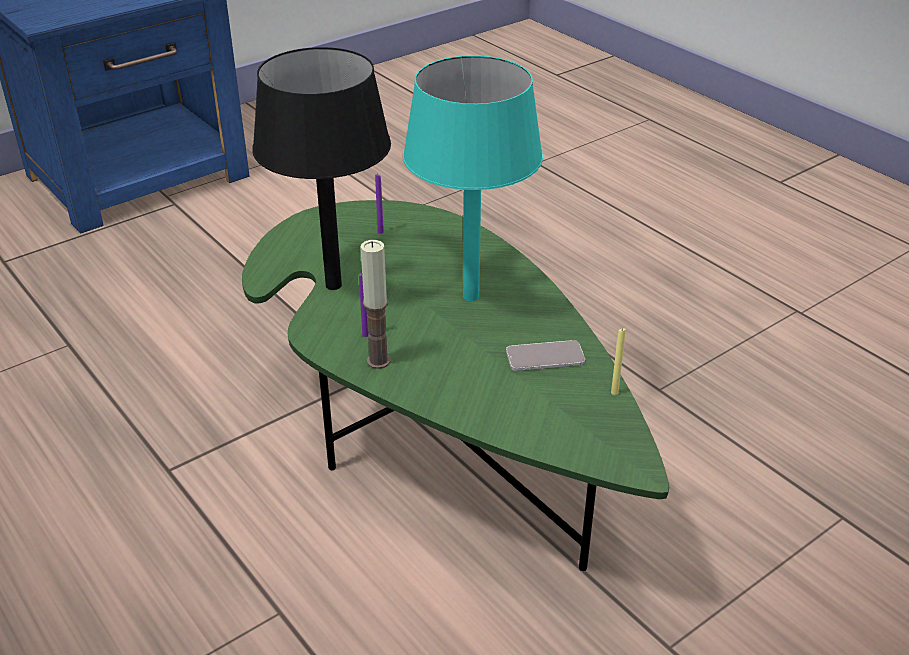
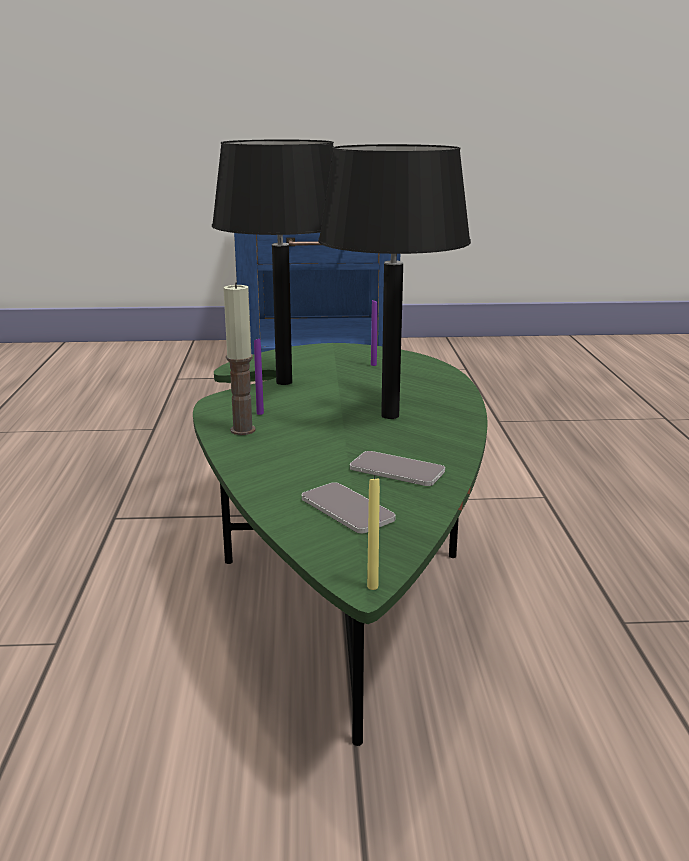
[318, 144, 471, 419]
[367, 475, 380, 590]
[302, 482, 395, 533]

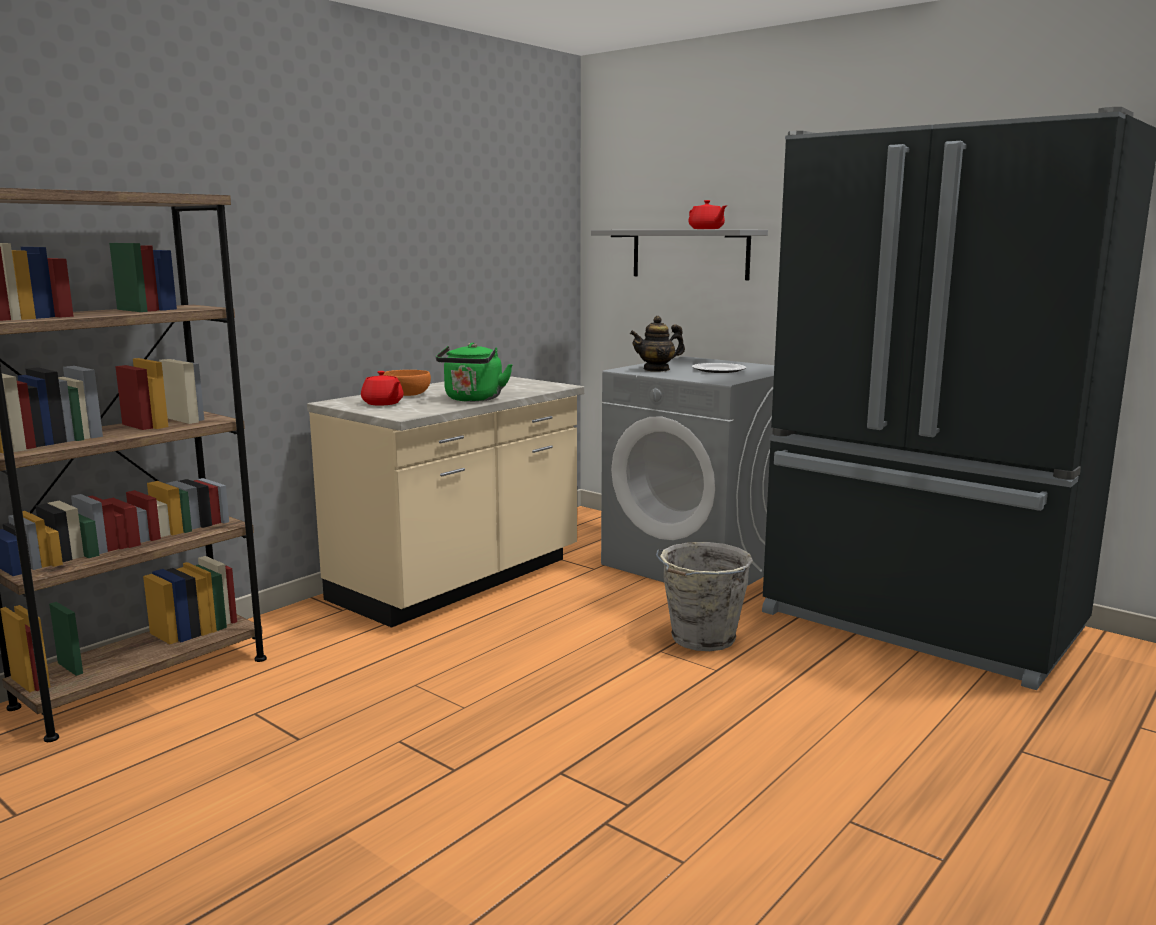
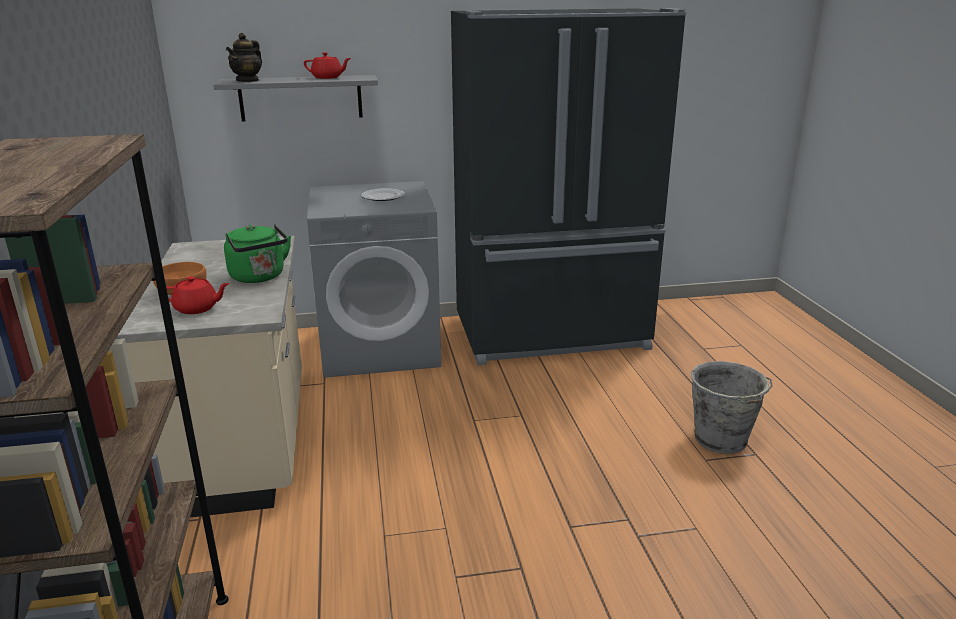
[226, 33, 262, 82]
[691, 361, 772, 454]

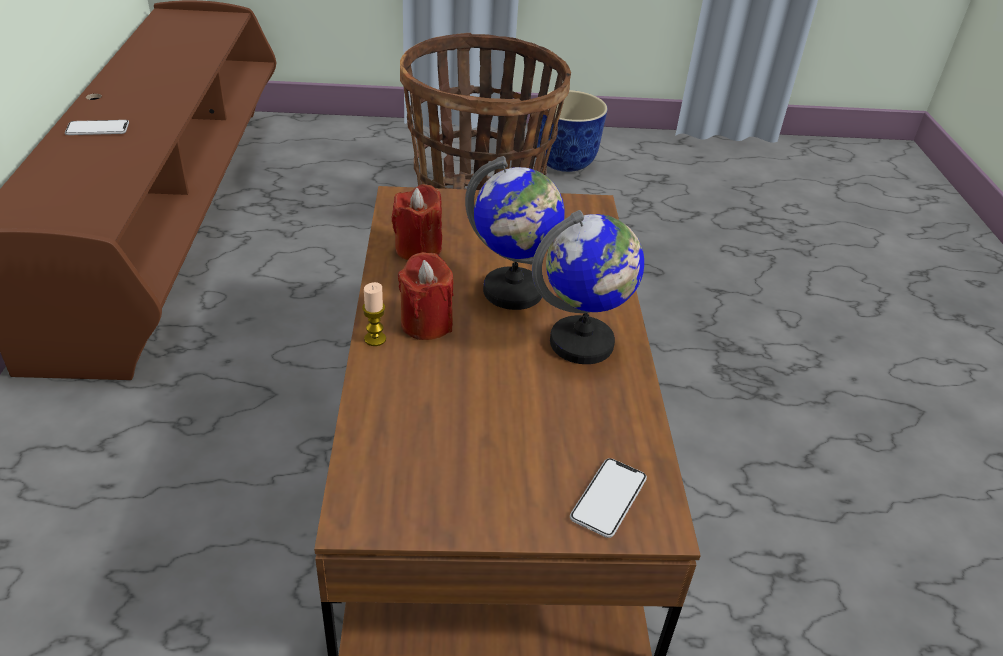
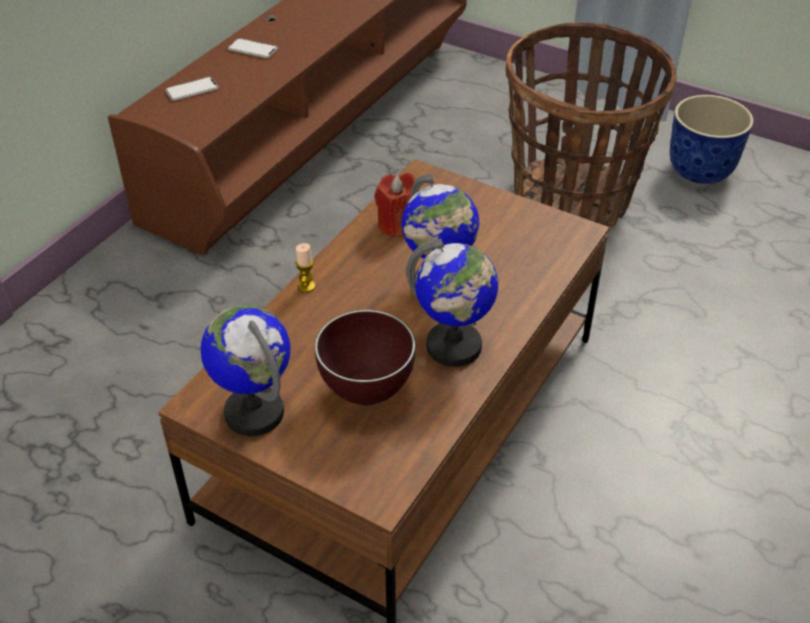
[398, 252, 454, 340] (first image)
[165, 77, 219, 101]
[201, 305, 291, 436]
[315, 310, 416, 405]

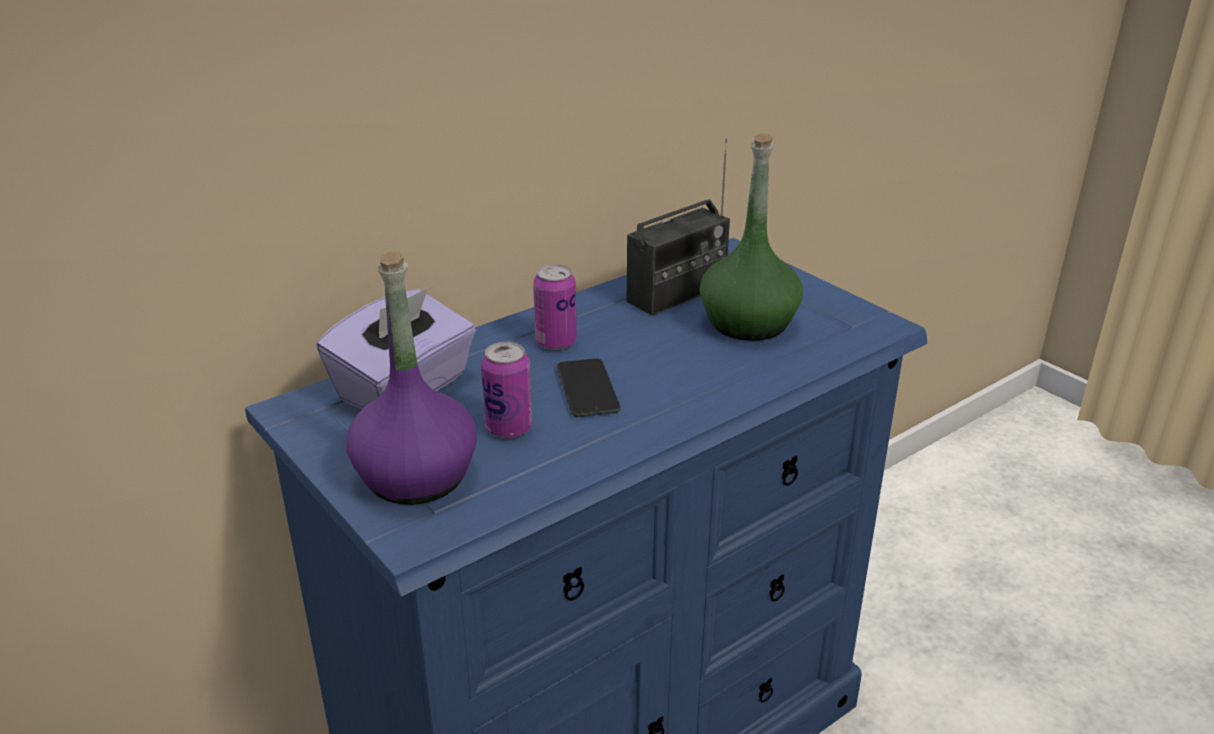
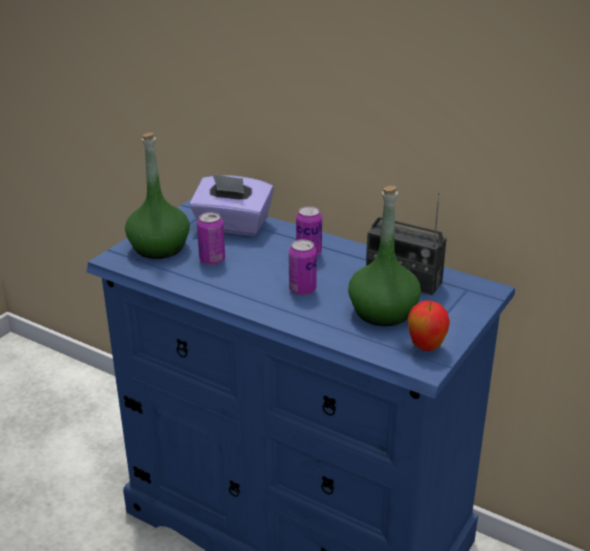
[125, 132, 190, 259]
[557, 358, 621, 417] (first image)
[289, 239, 317, 295]
[408, 300, 450, 351]

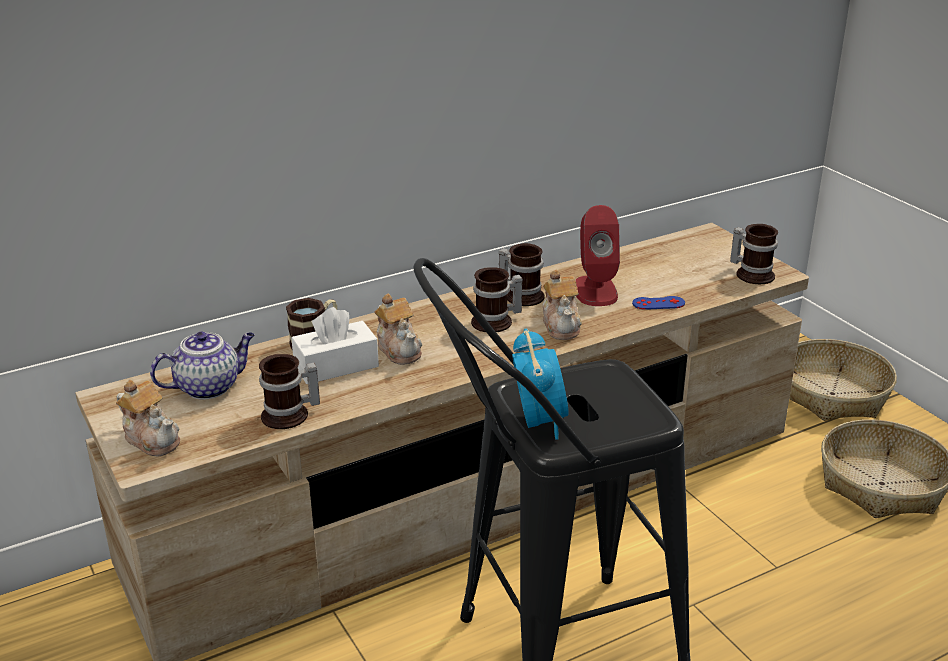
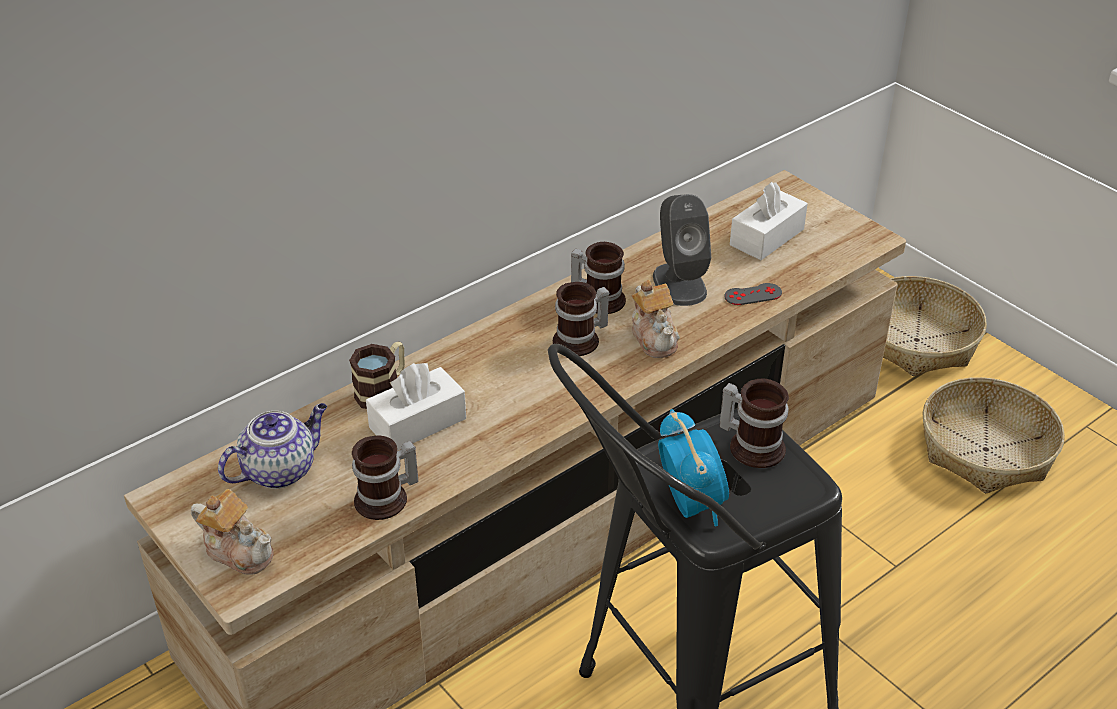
[653, 194, 711, 306]
[720, 379, 789, 468]
[374, 293, 422, 365] (first image)
[724, 283, 782, 305]
[730, 182, 808, 260]

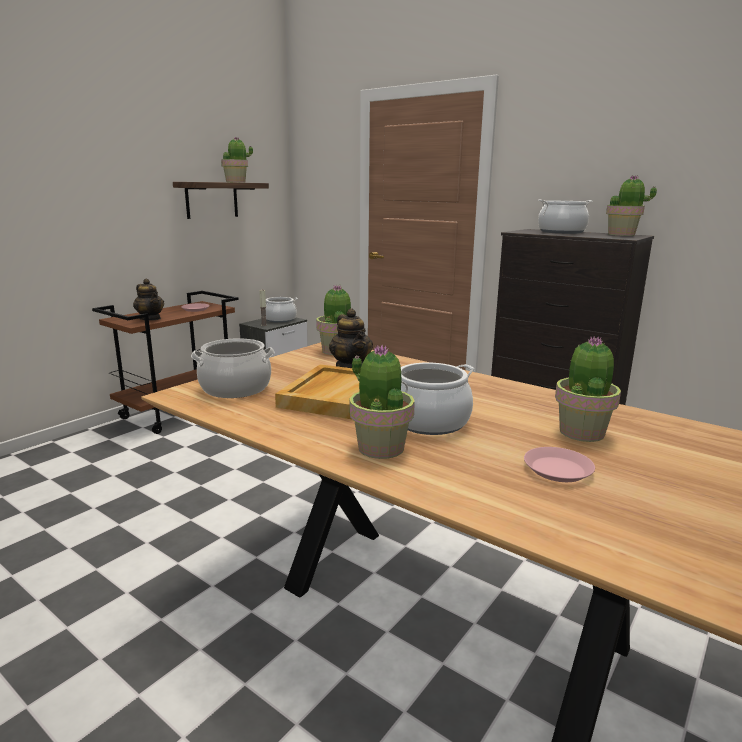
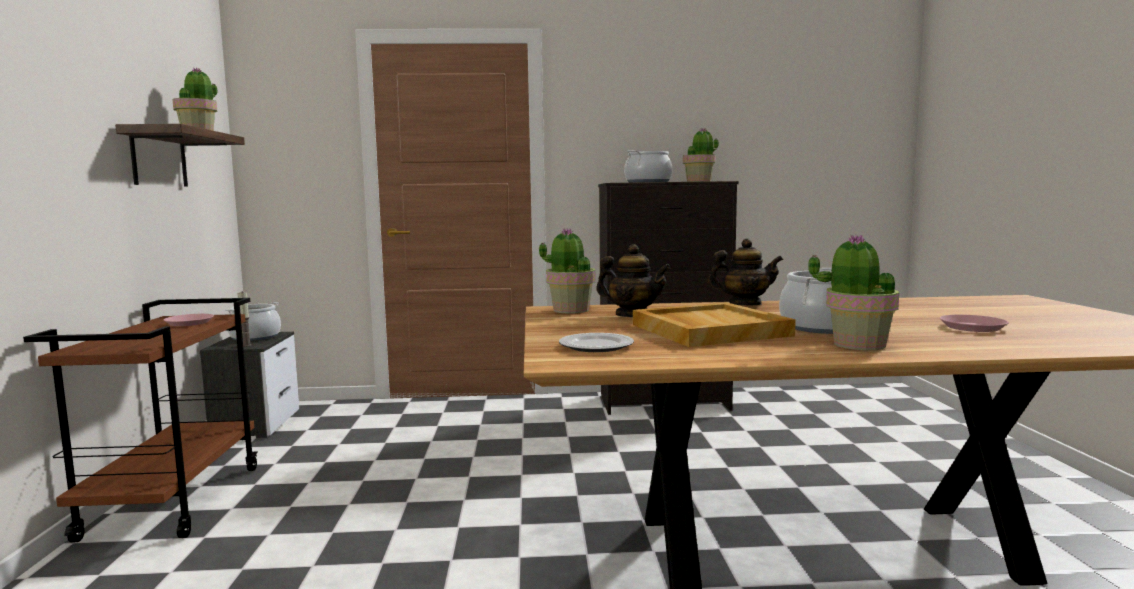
[708, 239, 783, 305]
[555, 336, 621, 442] (first image)
[559, 333, 634, 352]

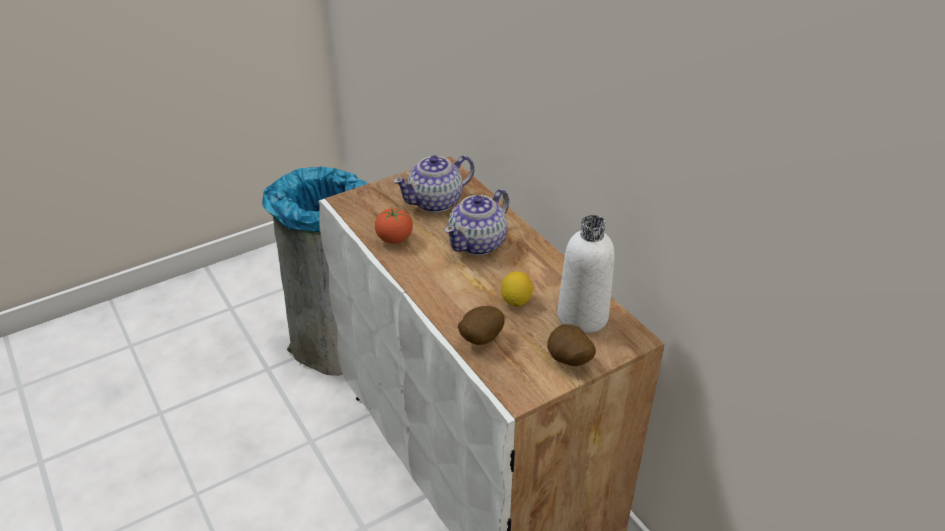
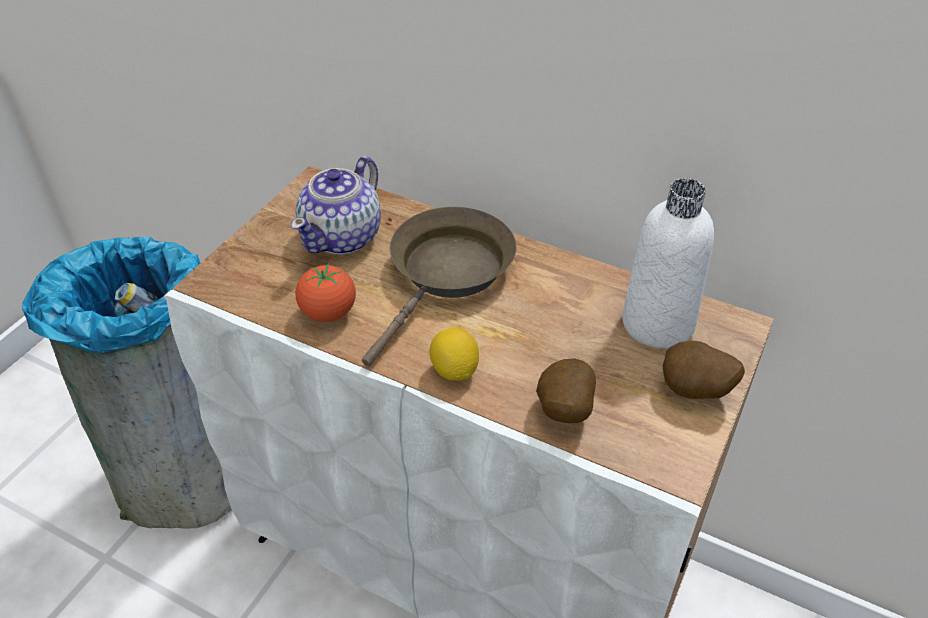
[362, 207, 516, 366]
[429, 327, 479, 381]

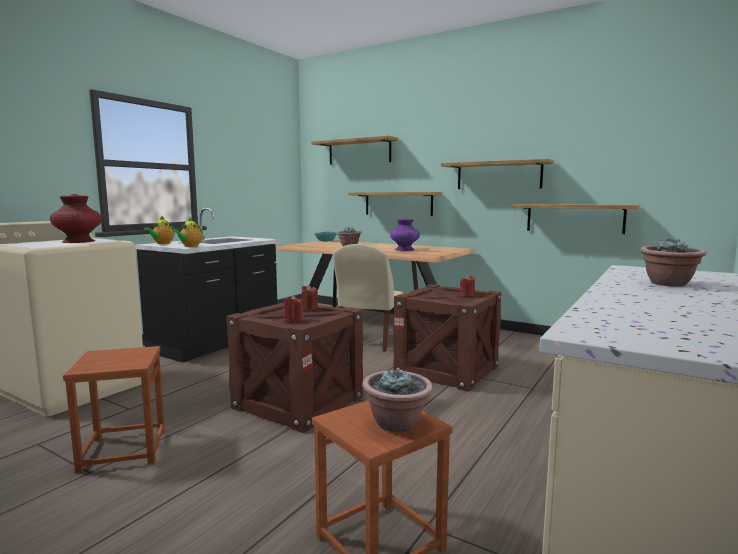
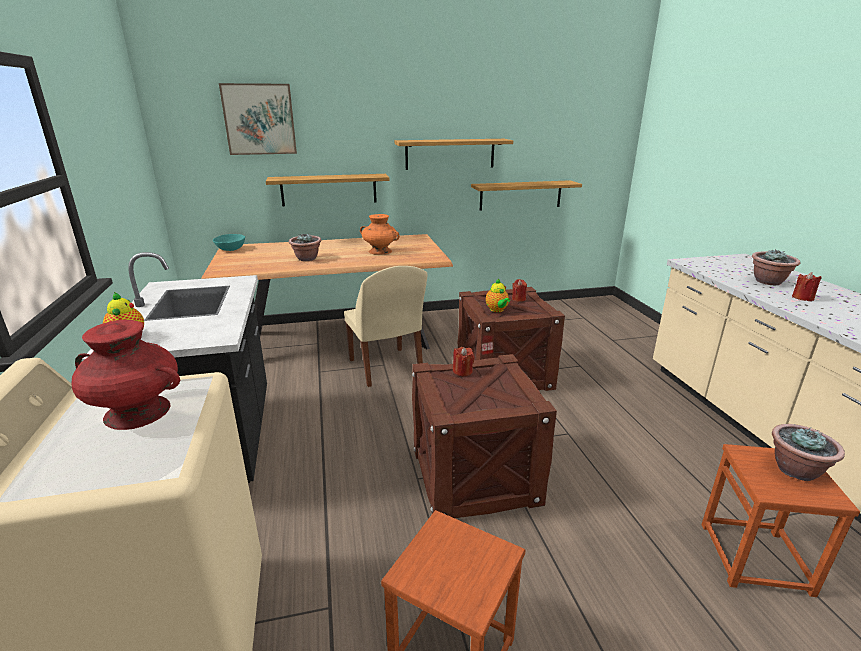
[219, 83, 297, 155]
[486, 279, 510, 312]
[360, 214, 400, 255]
[792, 272, 822, 301]

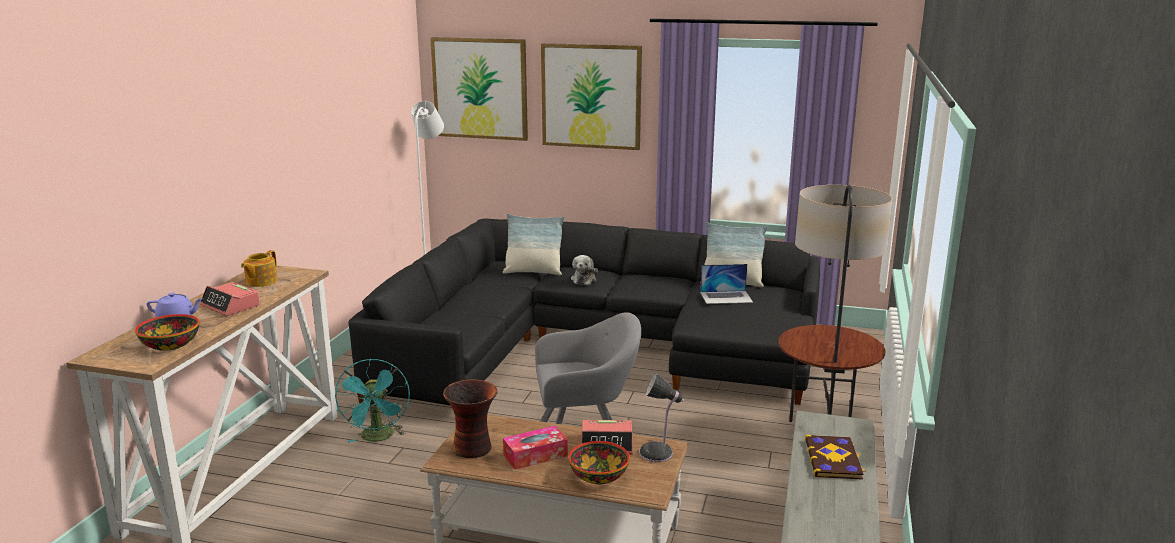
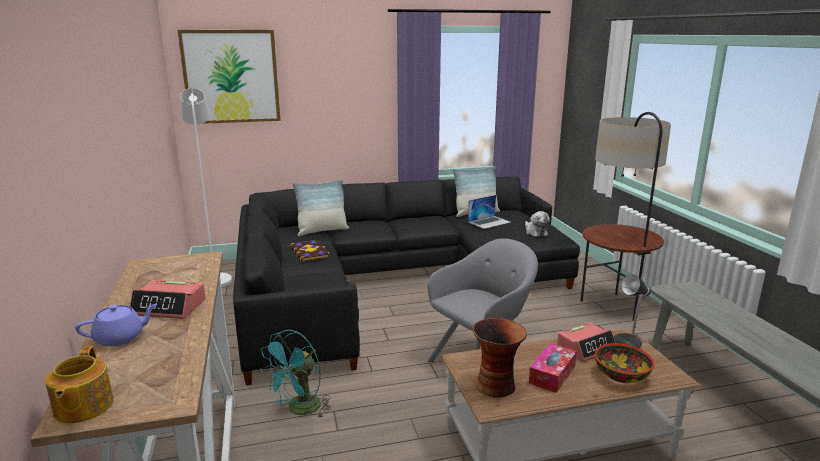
[541, 43, 642, 150] (first image)
[45, 346, 114, 423]
[525, 211, 550, 237]
[135, 314, 199, 351] (first image)
[260, 330, 331, 419]
[290, 240, 330, 262]

